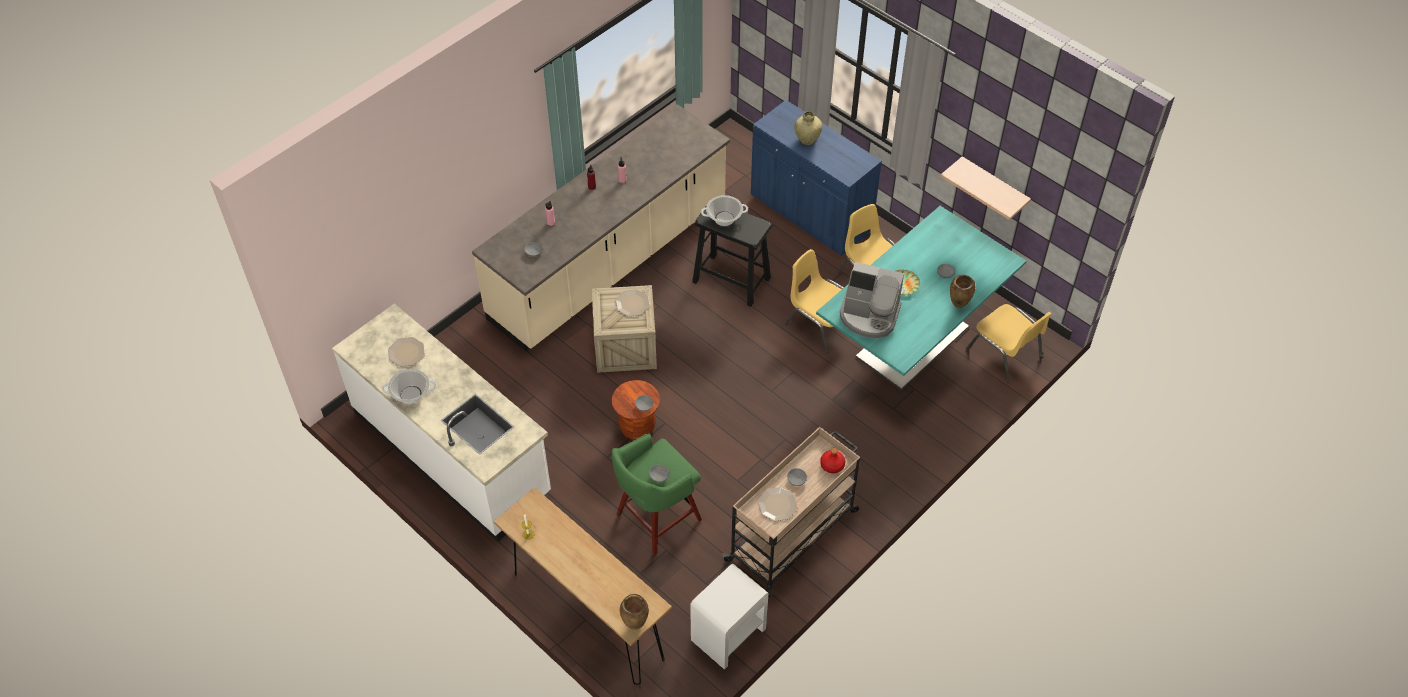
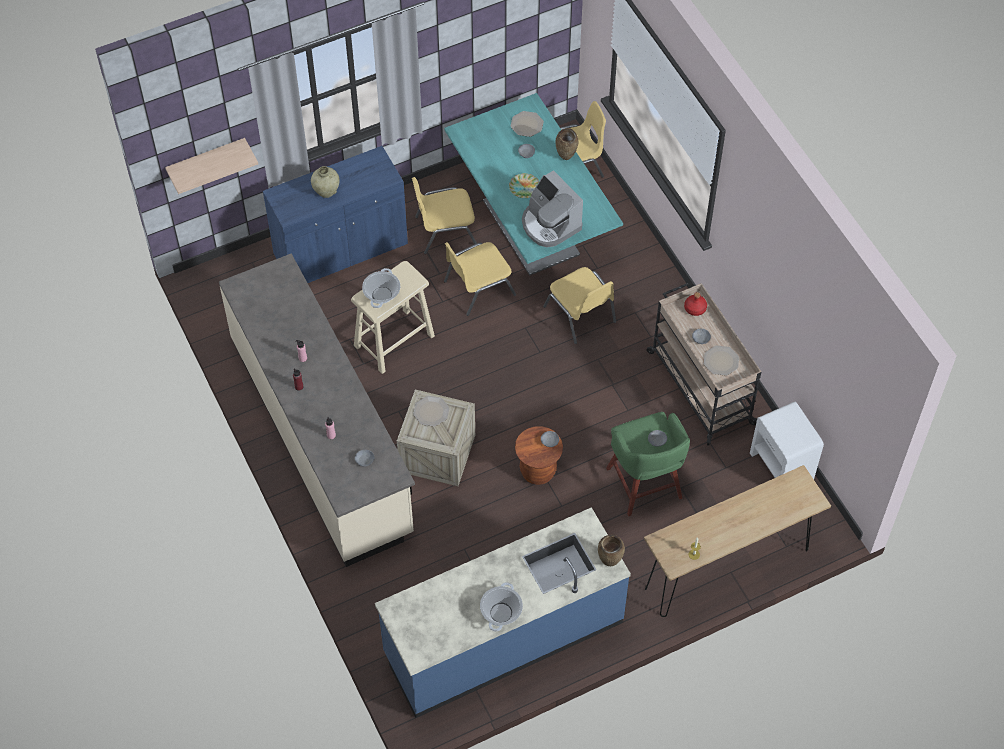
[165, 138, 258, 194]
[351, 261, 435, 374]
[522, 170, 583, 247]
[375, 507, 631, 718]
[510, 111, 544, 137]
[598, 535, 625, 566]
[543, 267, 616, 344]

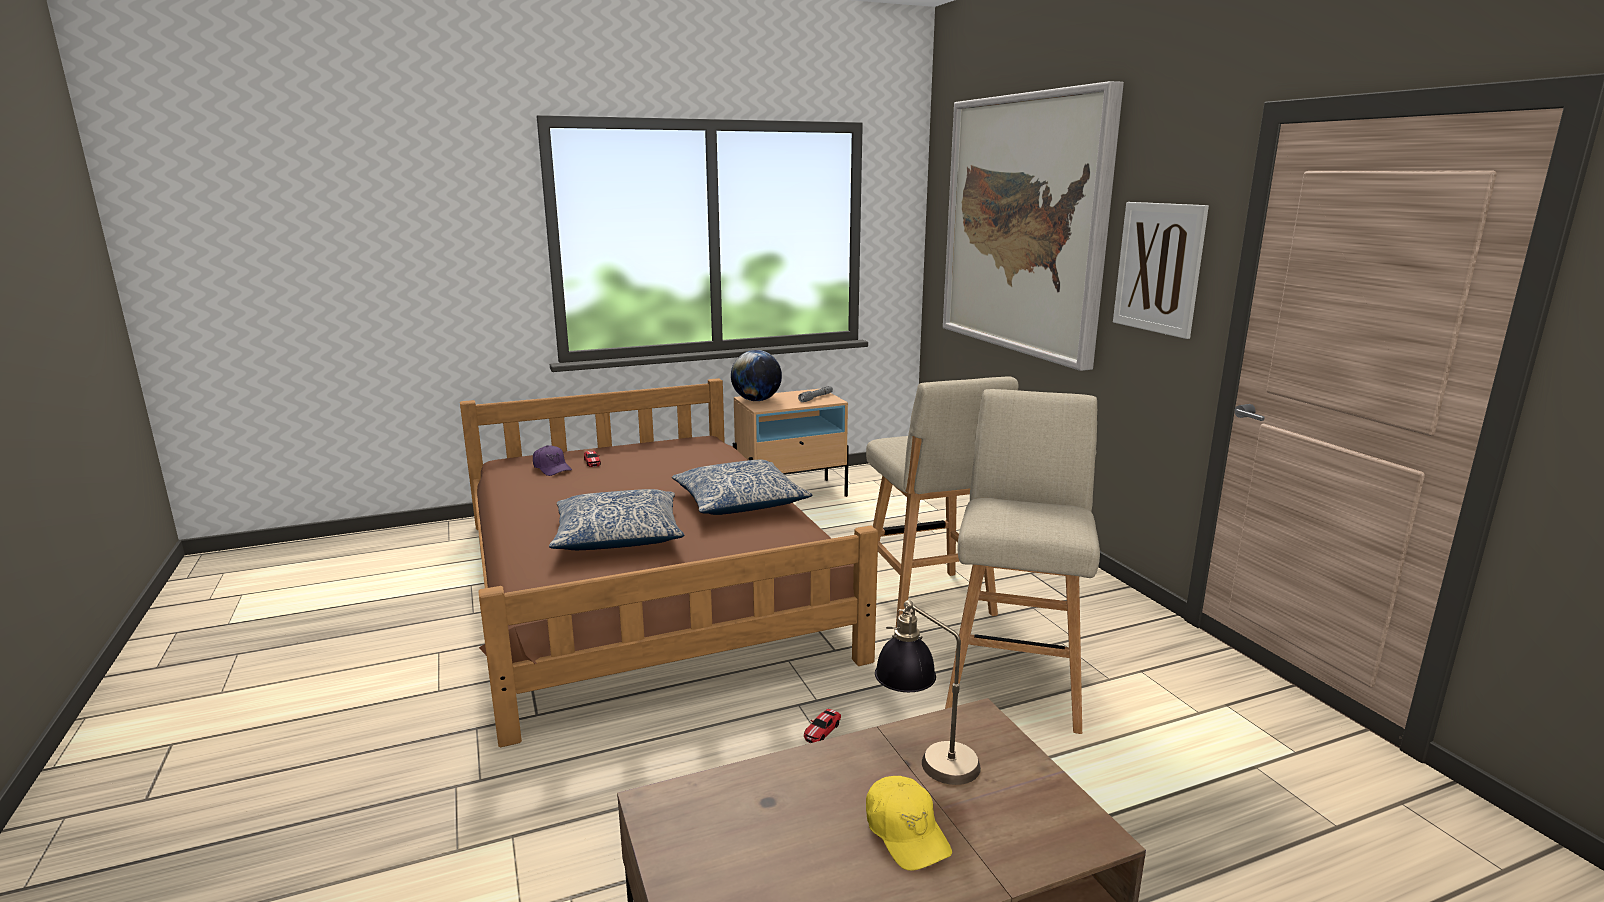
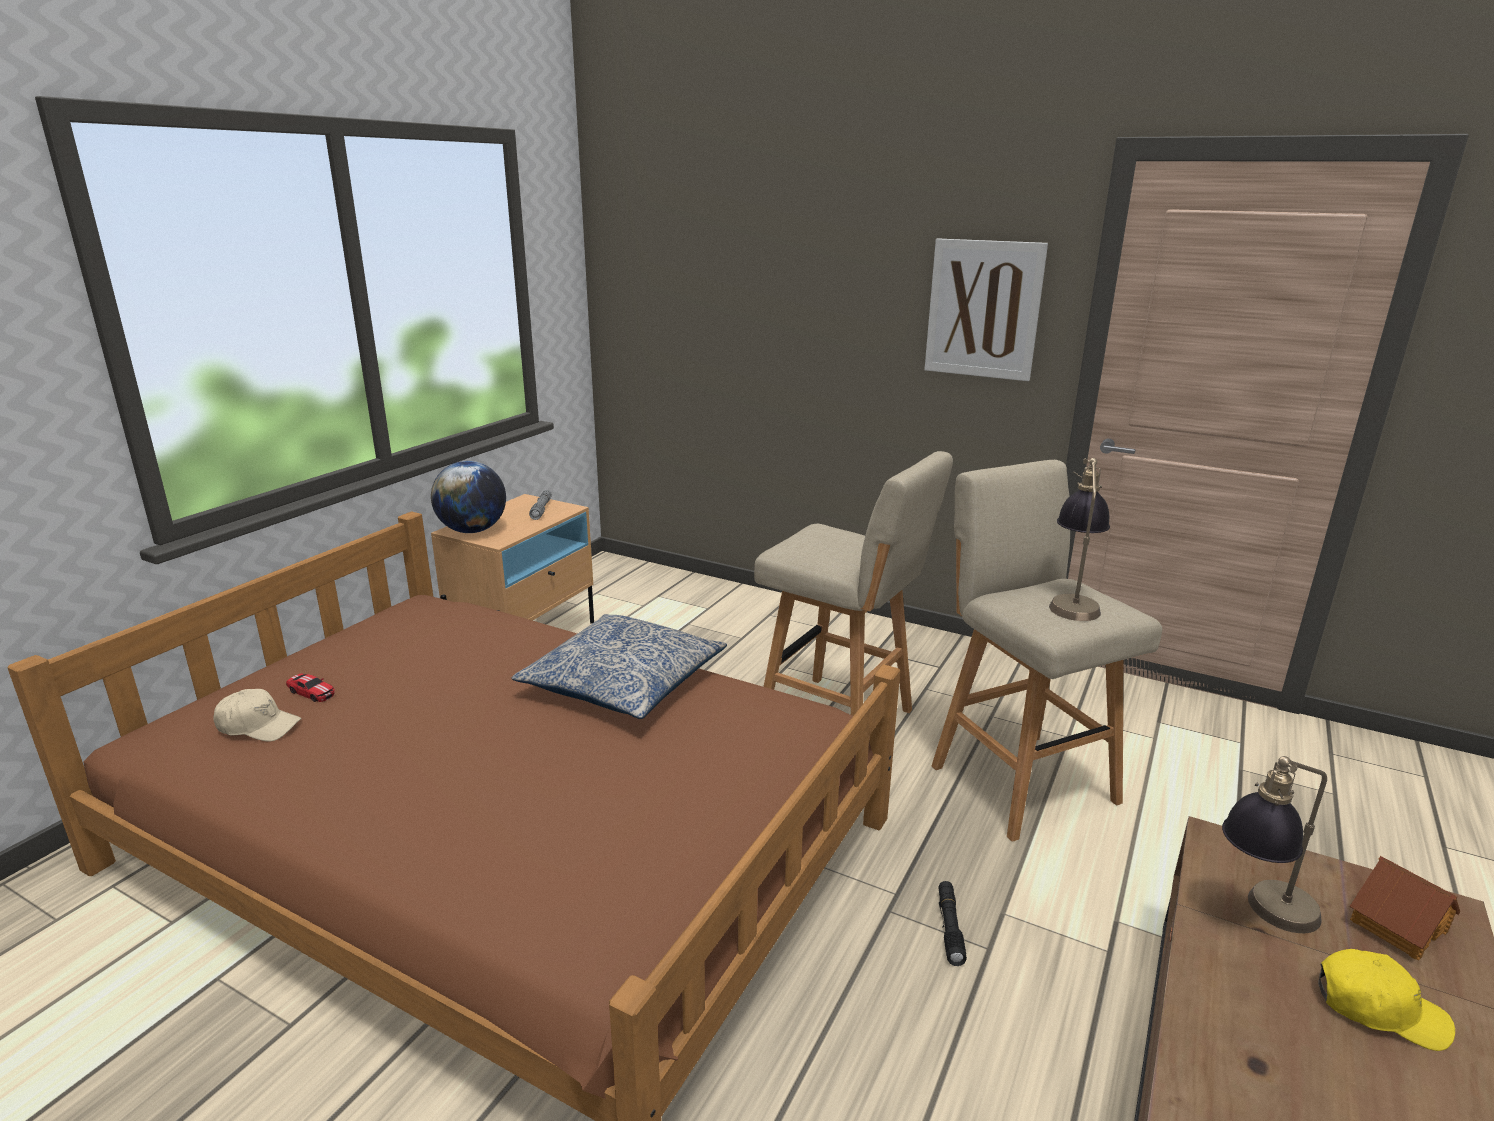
[943, 81, 1124, 371] (first image)
[213, 689, 301, 742]
[549, 489, 685, 550] (first image)
[939, 881, 967, 966]
[1049, 458, 1110, 621]
[1350, 856, 1460, 960]

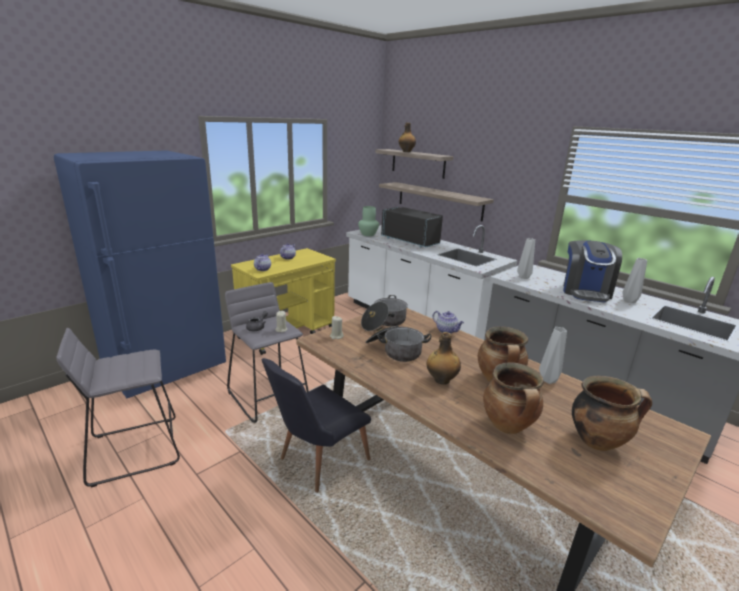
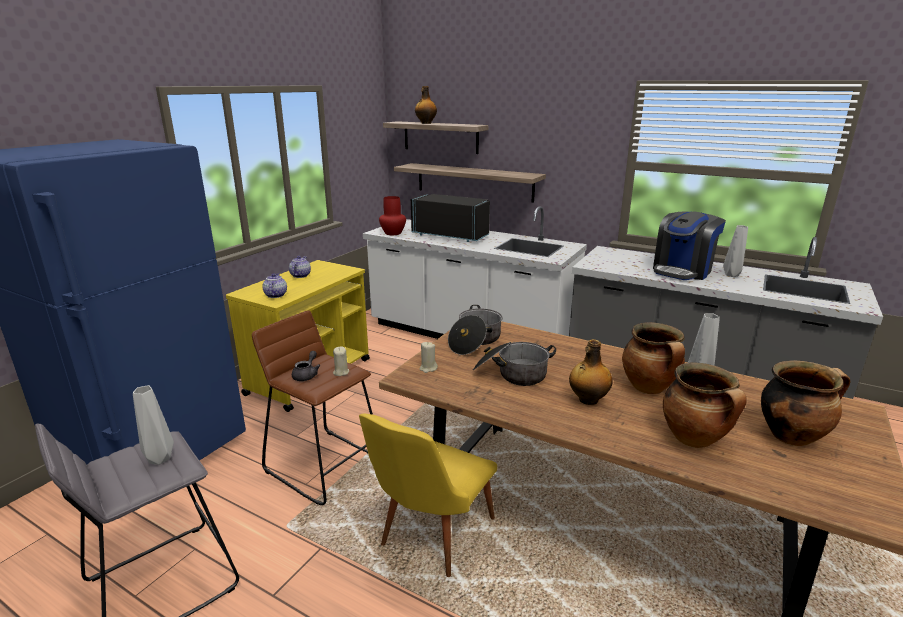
[379, 196, 406, 235]
[133, 385, 174, 465]
[653, 211, 726, 280]
[252, 310, 373, 505]
[433, 311, 464, 334] (first image)
[359, 414, 497, 577]

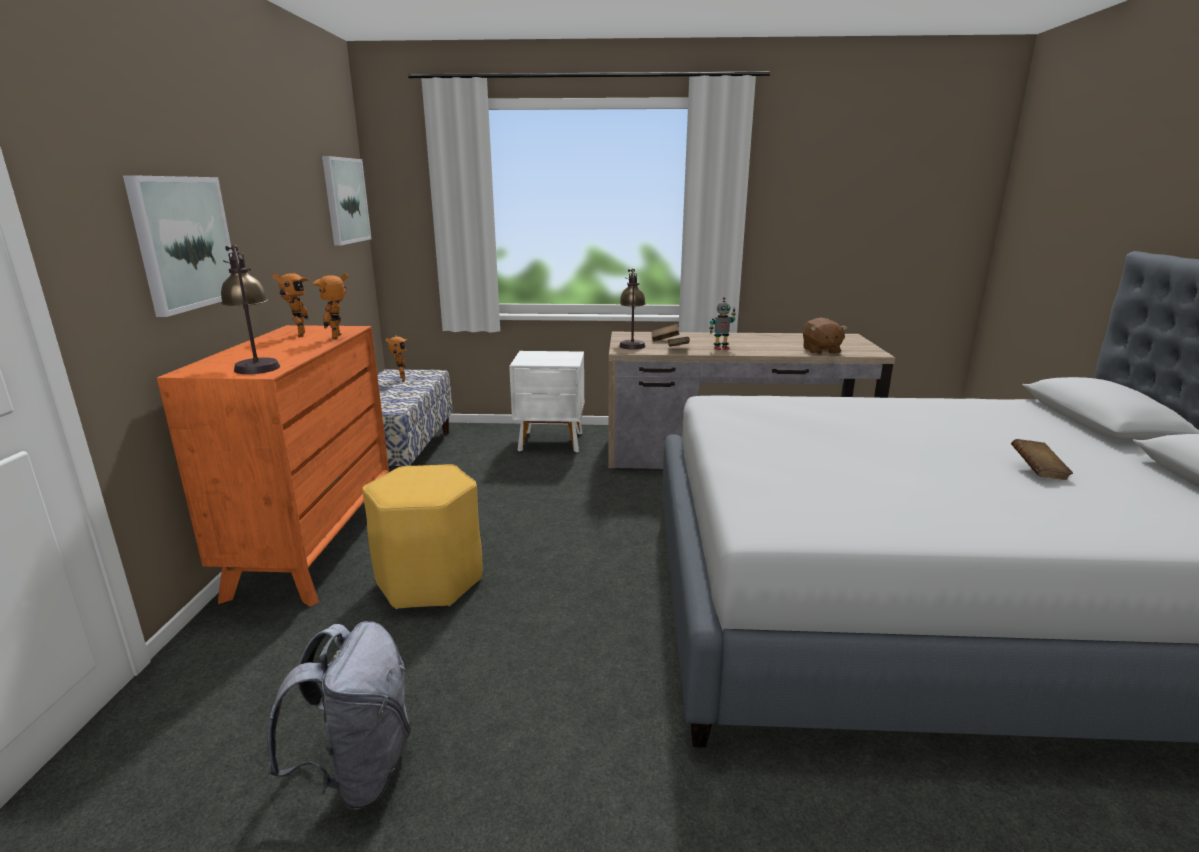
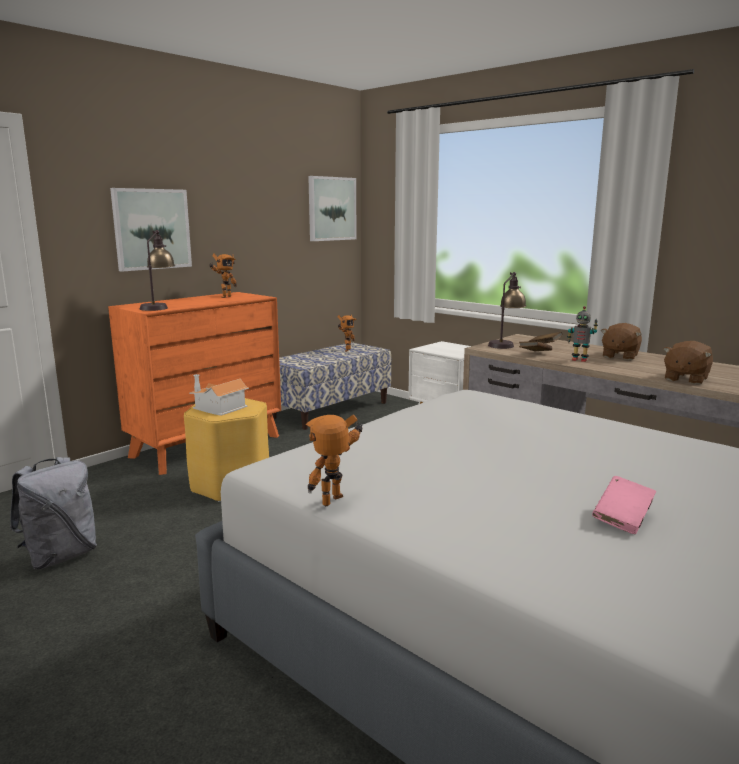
[306, 415, 362, 506]
[592, 476, 656, 534]
[601, 323, 642, 360]
[189, 374, 249, 416]

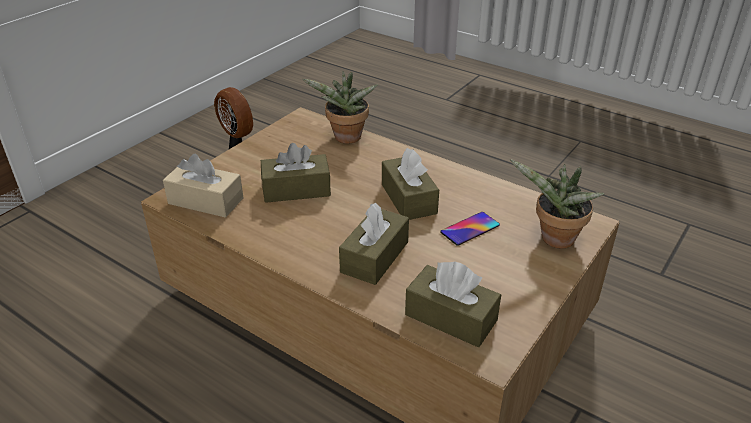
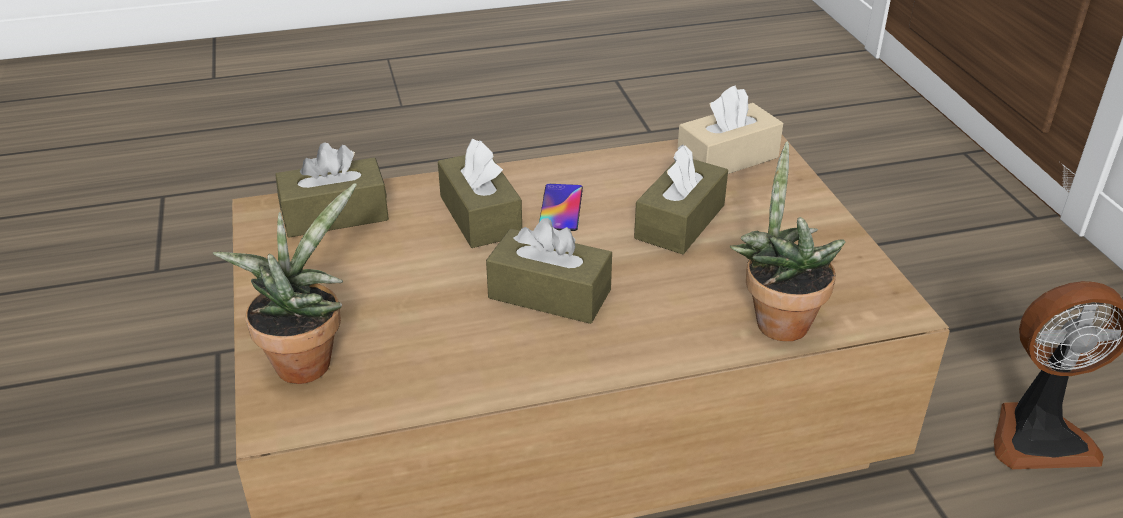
[539, 184, 583, 231]

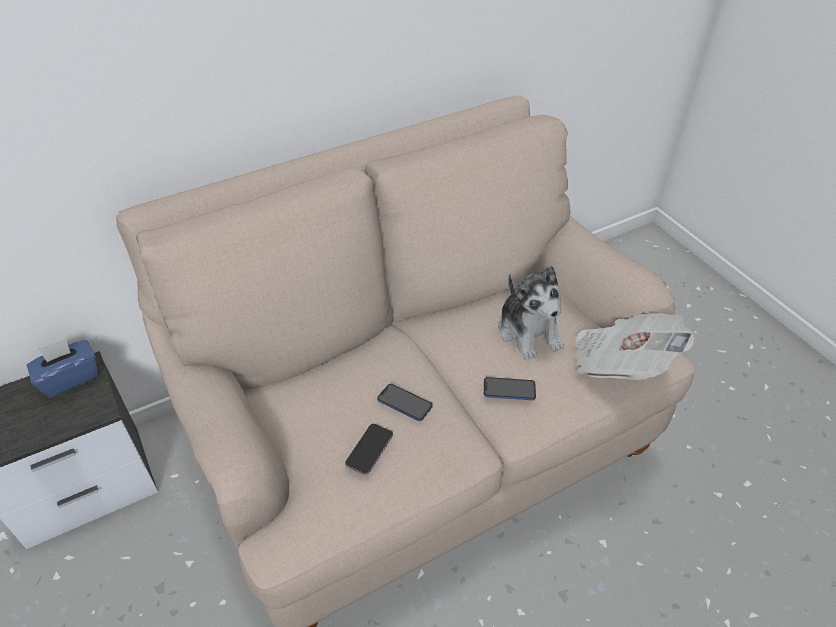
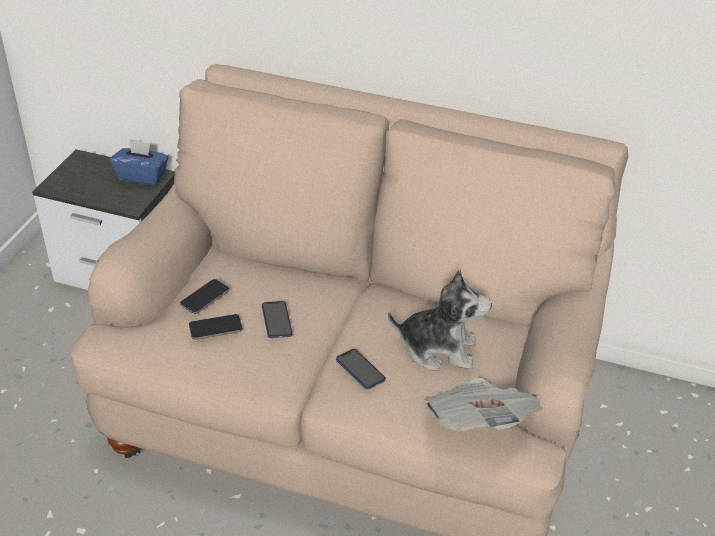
[388, 269, 492, 371]
[180, 279, 229, 314]

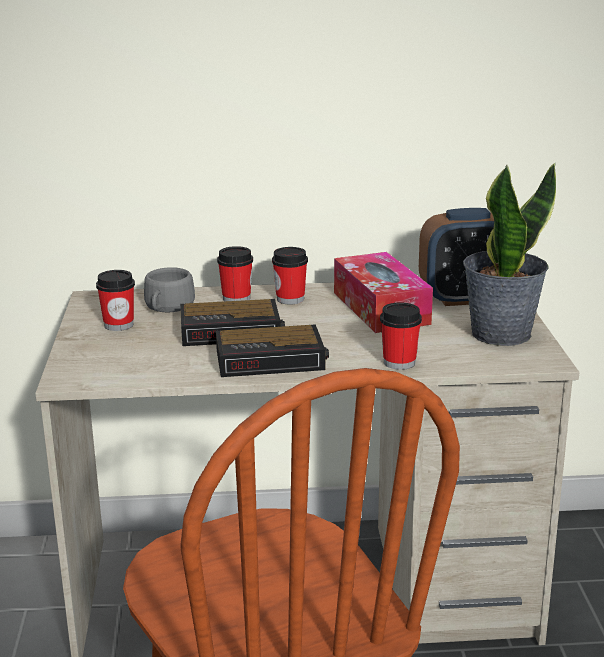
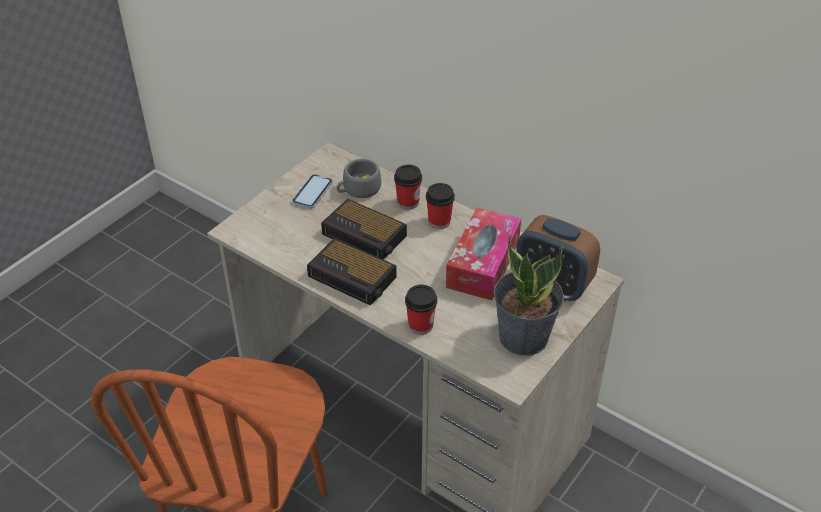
[292, 174, 333, 209]

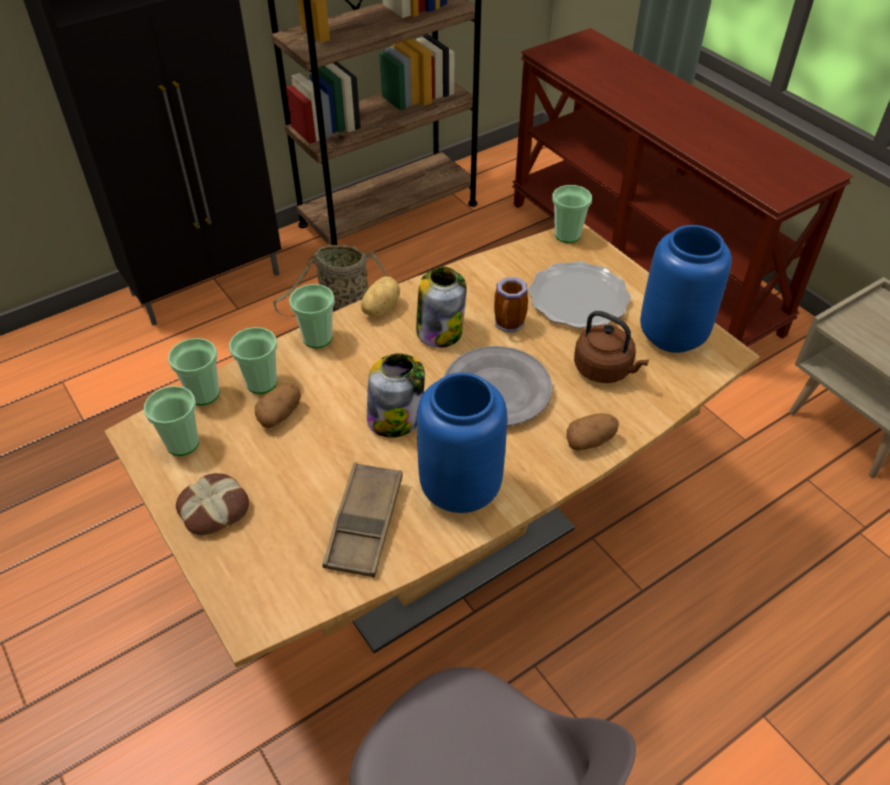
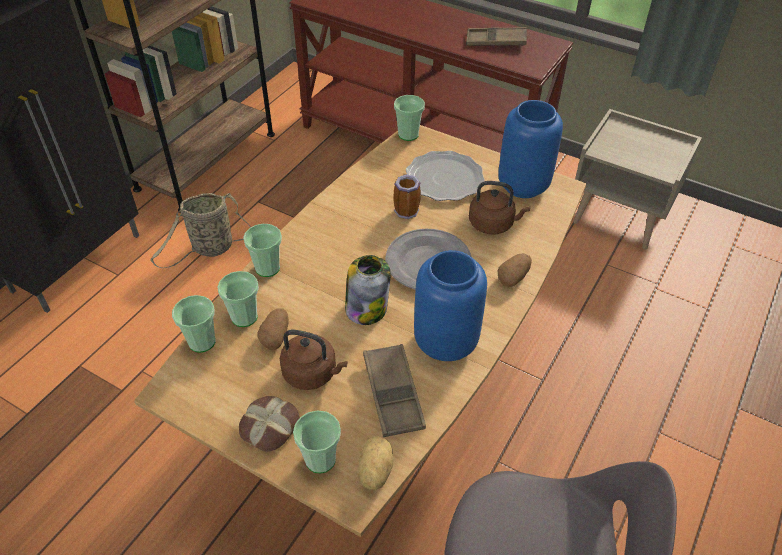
[416, 267, 467, 348] (first image)
[358, 436, 393, 490]
[293, 410, 341, 473]
[466, 27, 527, 46]
[280, 330, 348, 390]

